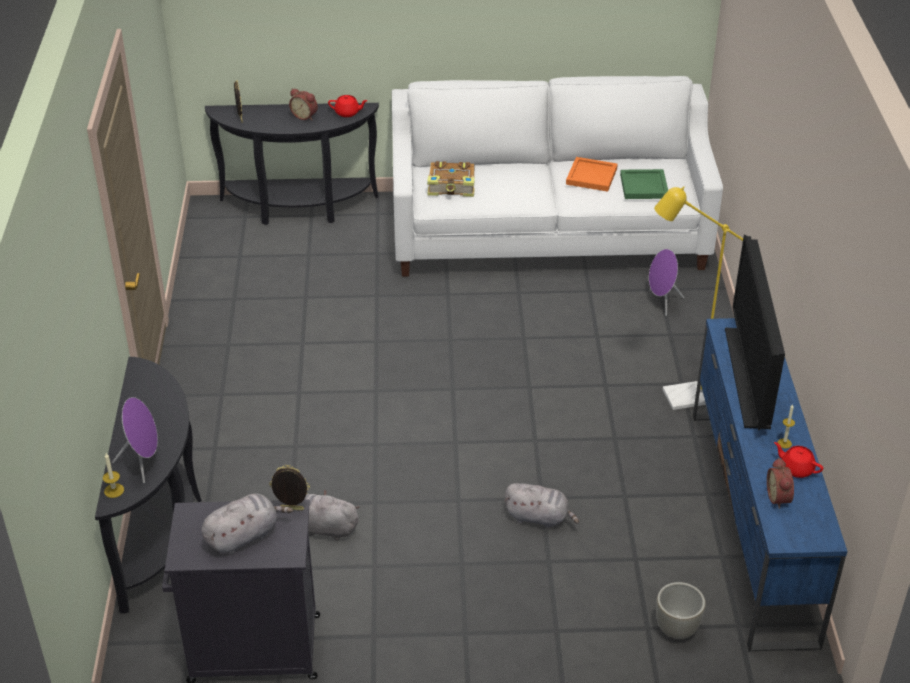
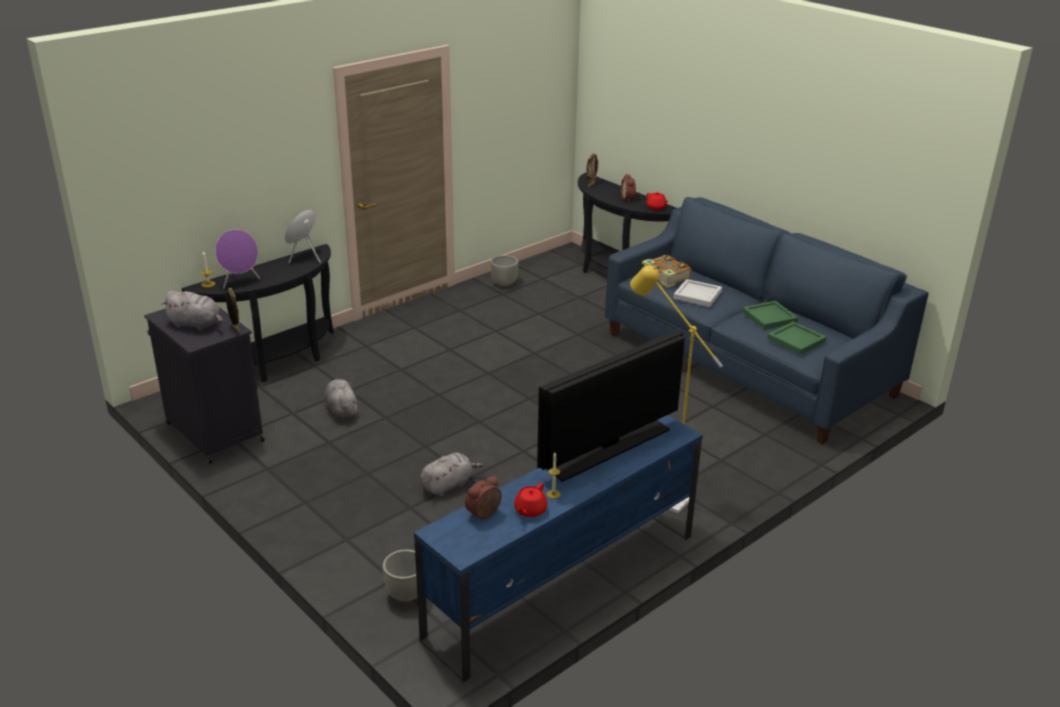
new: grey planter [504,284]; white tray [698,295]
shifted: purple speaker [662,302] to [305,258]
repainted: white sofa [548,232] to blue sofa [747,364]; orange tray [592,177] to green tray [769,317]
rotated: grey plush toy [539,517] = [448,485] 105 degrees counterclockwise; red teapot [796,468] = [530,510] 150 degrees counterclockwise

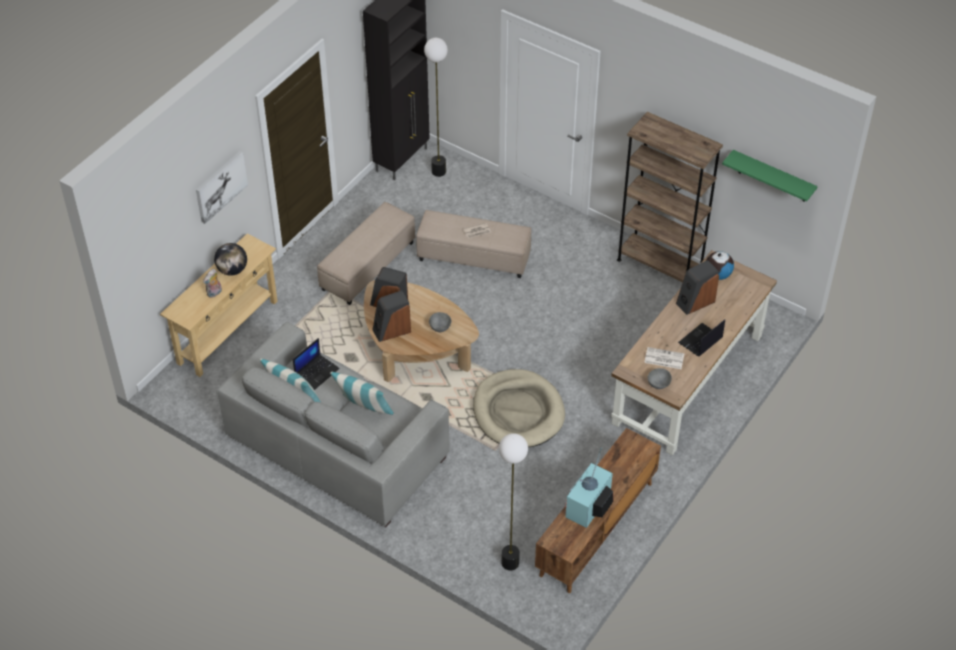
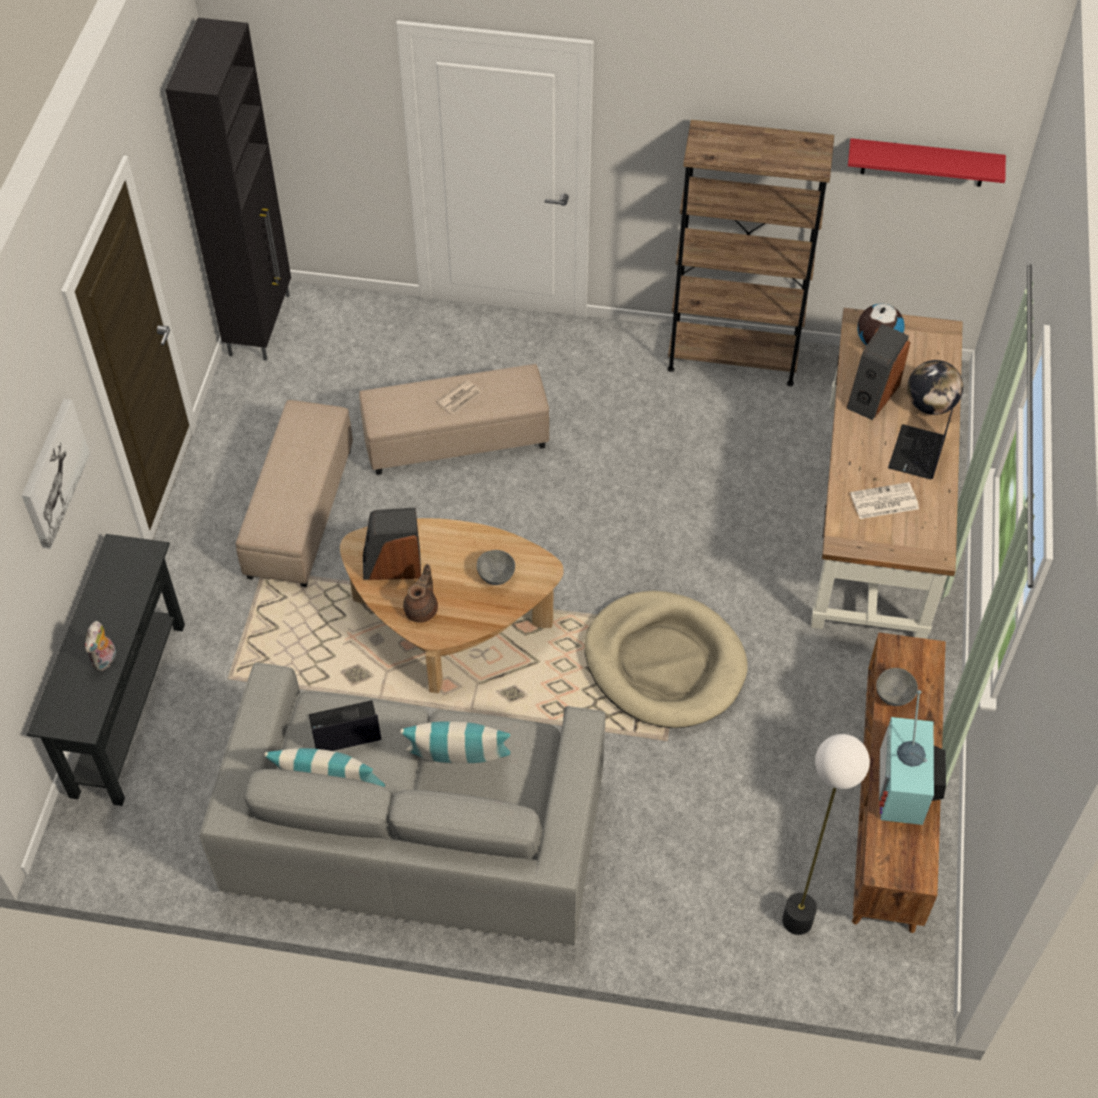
gone: floor lamp [438,171]
shifted: globe [232,270] to [930,405]; grey bowl [659,384] to [894,695]
swapped: speaker [391,330] to brown teapot [422,609]
repainted: beige console table [227,331] to black console table [128,708]; green shelf [773,177] to red shelf [924,162]
rotated: laptop [317,372] = [344,729] 120 degrees counterclockwise

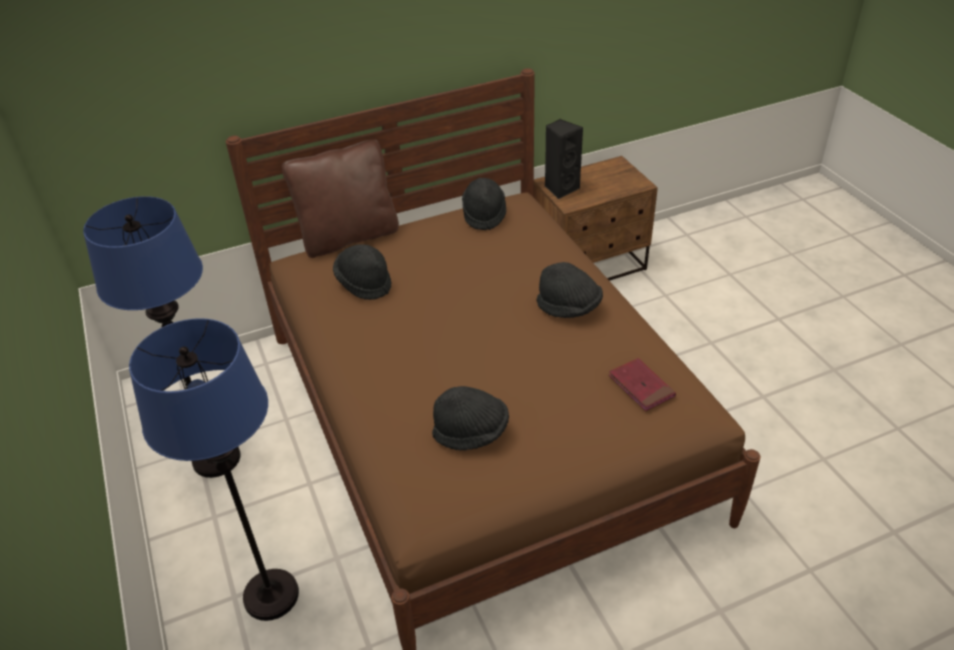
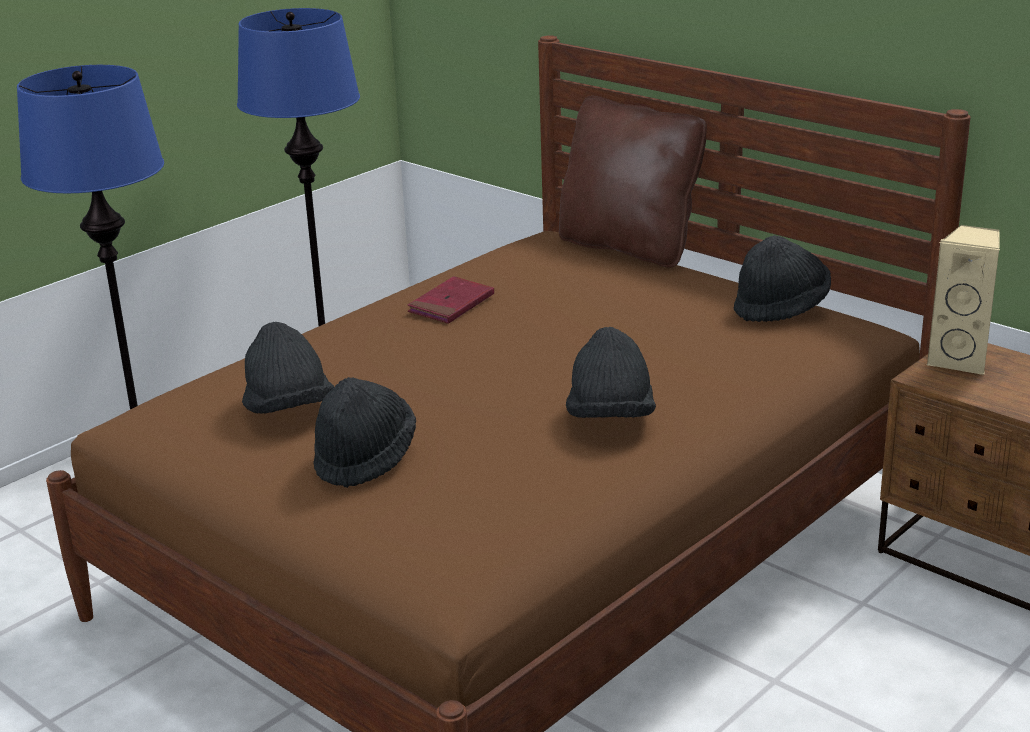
shifted: black hat [364,283] to [365,459]; red book [641,386] to [451,304]
repainted: black speaker [561,188] to beige speaker [960,360]

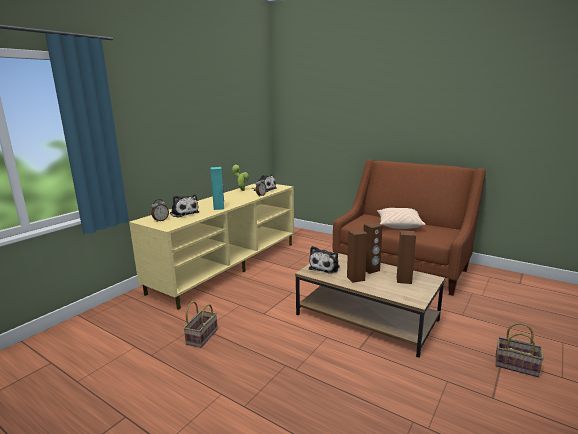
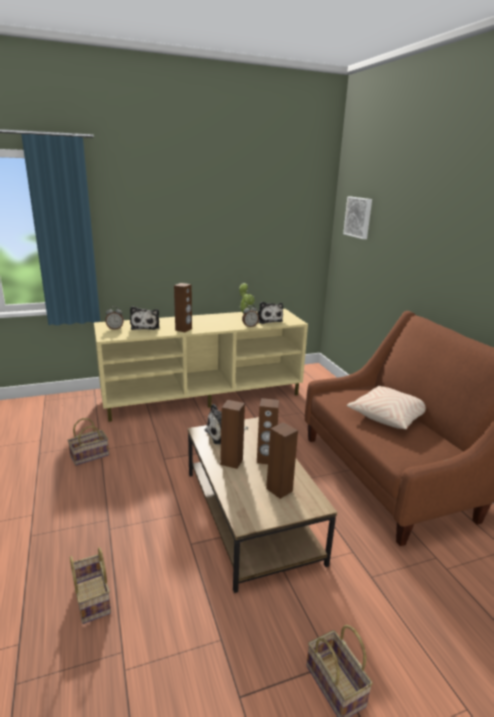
new: basket [91,598]; picture [359,217]
repainted: turquoise speaker [219,208] to brown speaker [184,329]

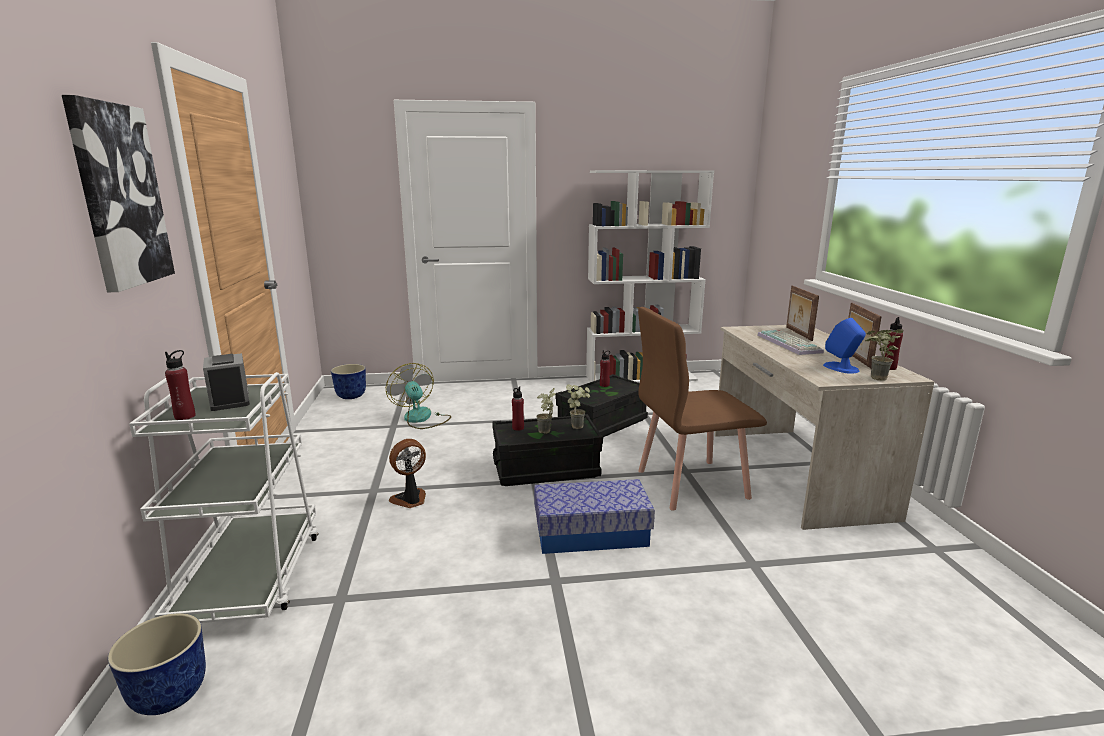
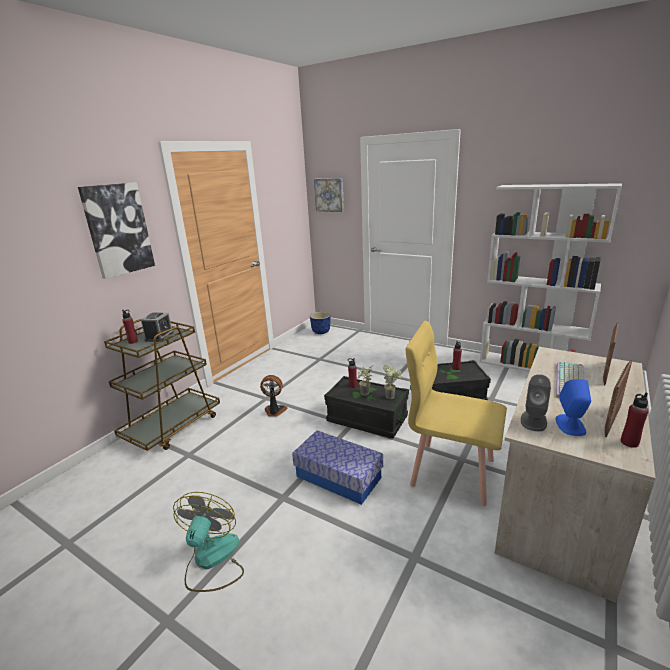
gone: planter [168,697]; potted plant [875,379]
new: picture [329,195]; grey speaker [533,420]
shifted: fan [421,419] to [212,560]
repainted: white cart [251,577] to brown cart [173,426]; brown chair [690,484] to yellow chair [452,471]

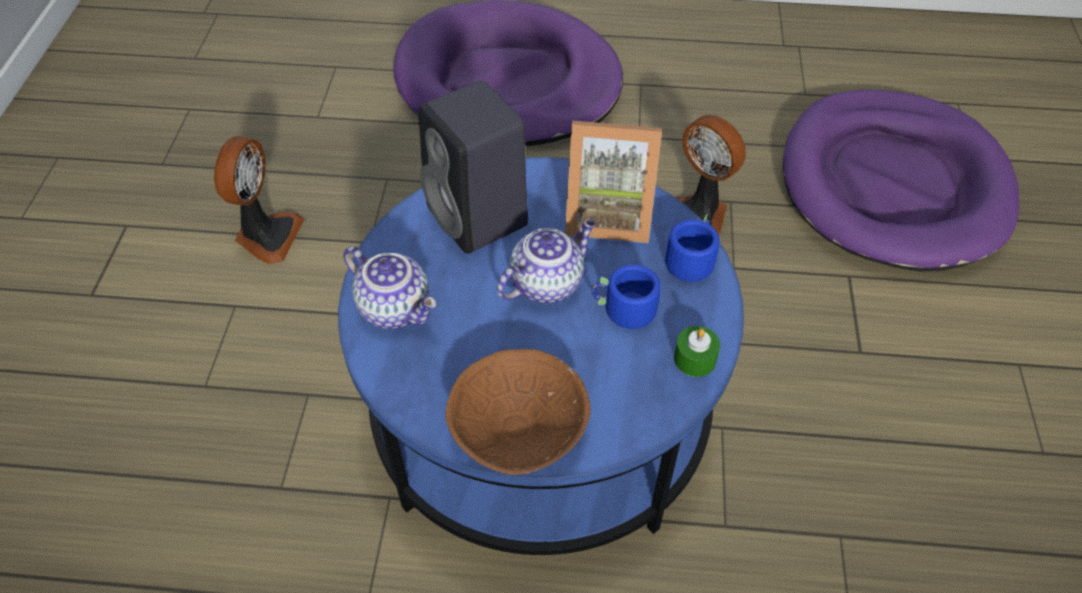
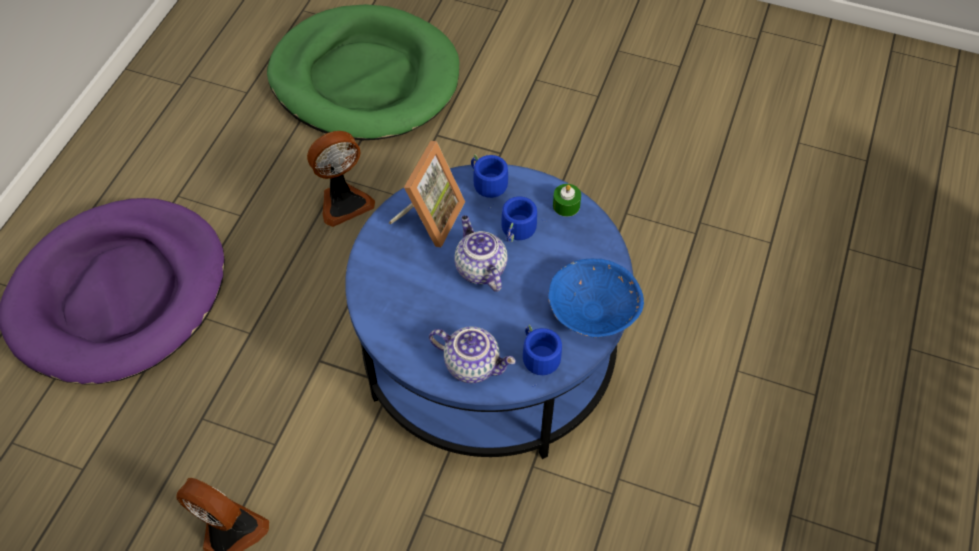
gone: black speaker [480,218]
new: blue mug [536,357]
repainted: brown bowl [519,426] to blue bowl [592,309]; purple dog bed [893,185] to green dog bed [365,78]
rotated: teapot [396,308] = [473,364] 60 degrees clockwise

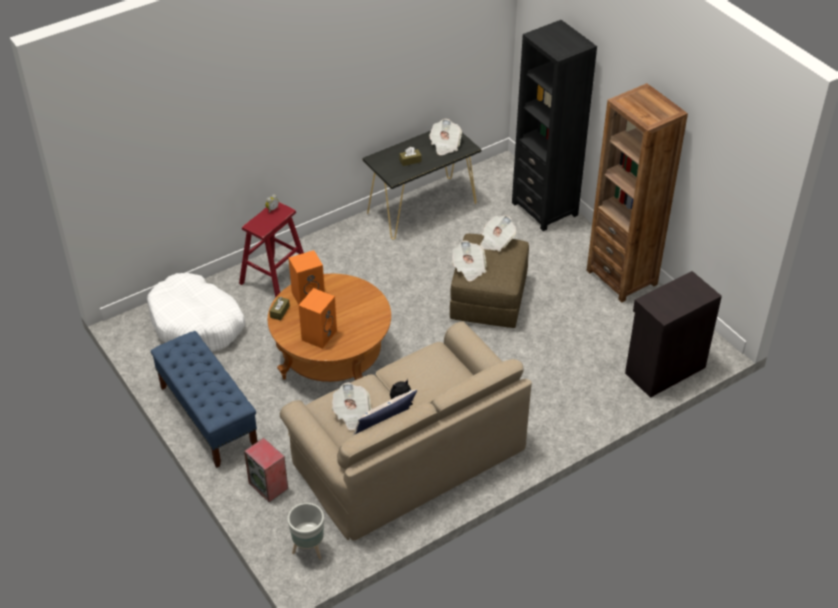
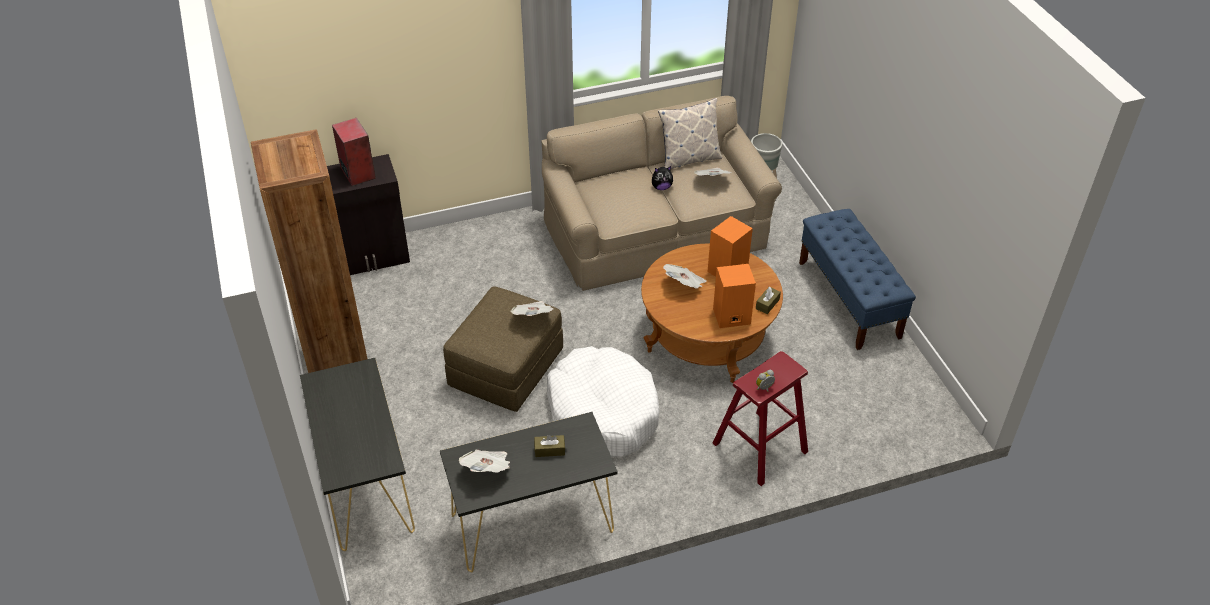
shifted: white dog bed [197,323] to [603,411]; speaker [269,486] to [357,173]; newspaper [496,241] to [684,284]
swapped: black bookcase [545,209] to black console table [365,483]

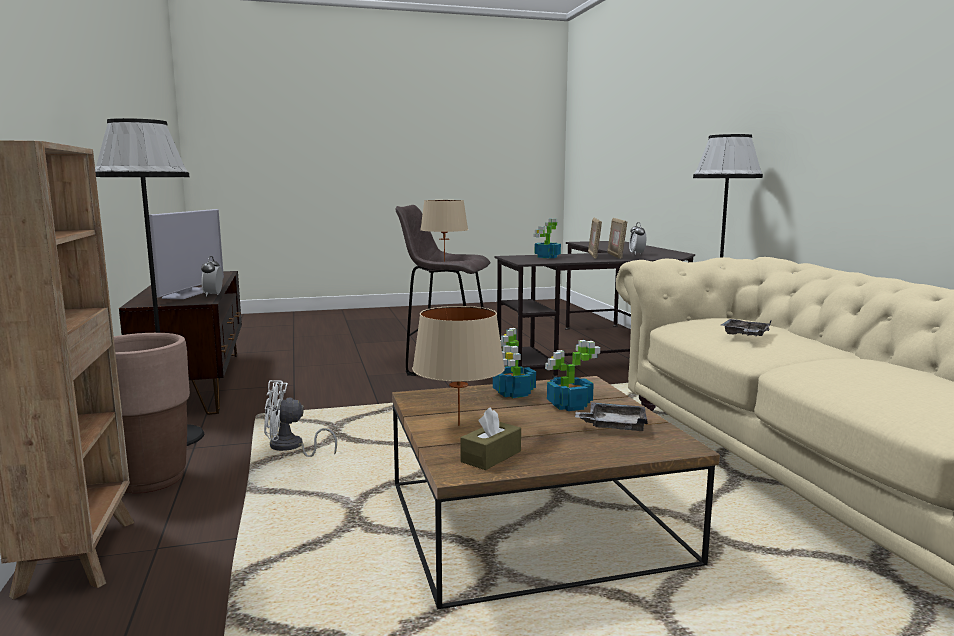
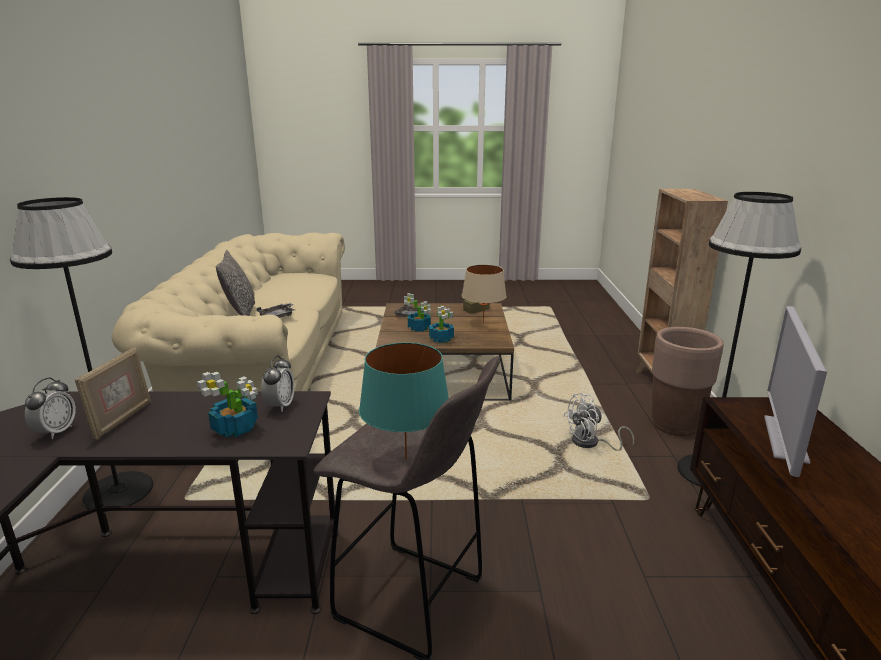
gone: picture frame [594,256]
new: pillow [241,314]
shifted: alarm clock [213,295] to [280,406]
repainted: beige table lamp [444,261] to turquoise table lamp [406,459]
rotated: white fan [291,448] = [591,444] 150 degrees clockwise

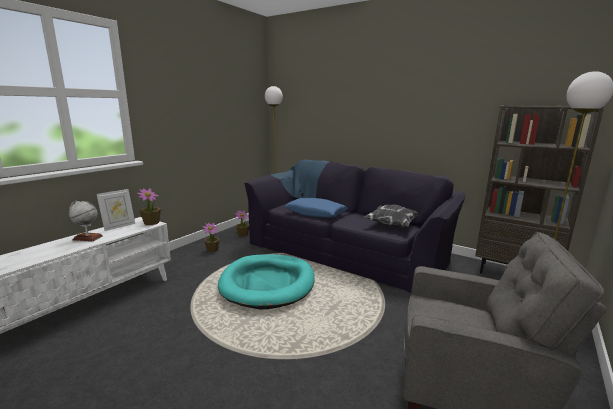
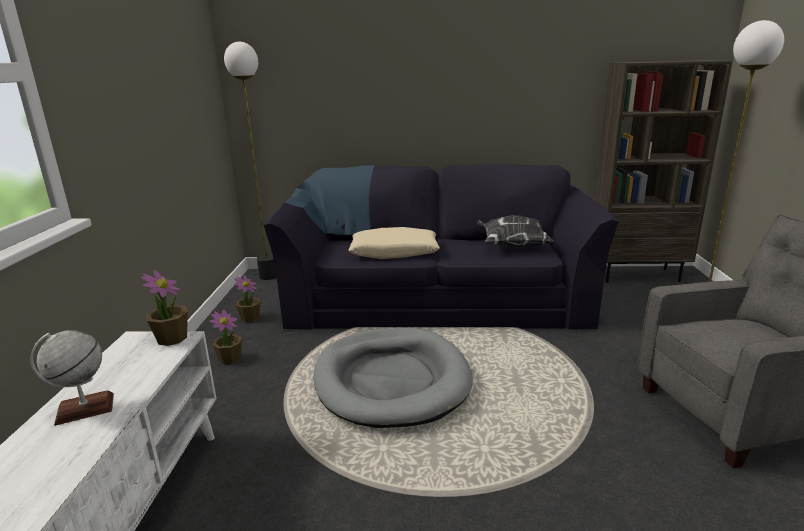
gone: picture frame [119,226]
repainted: turquoise dog bed [268,283] to grey dog bed [391,380]; blue pillow [315,213] to beige pillow [394,252]

